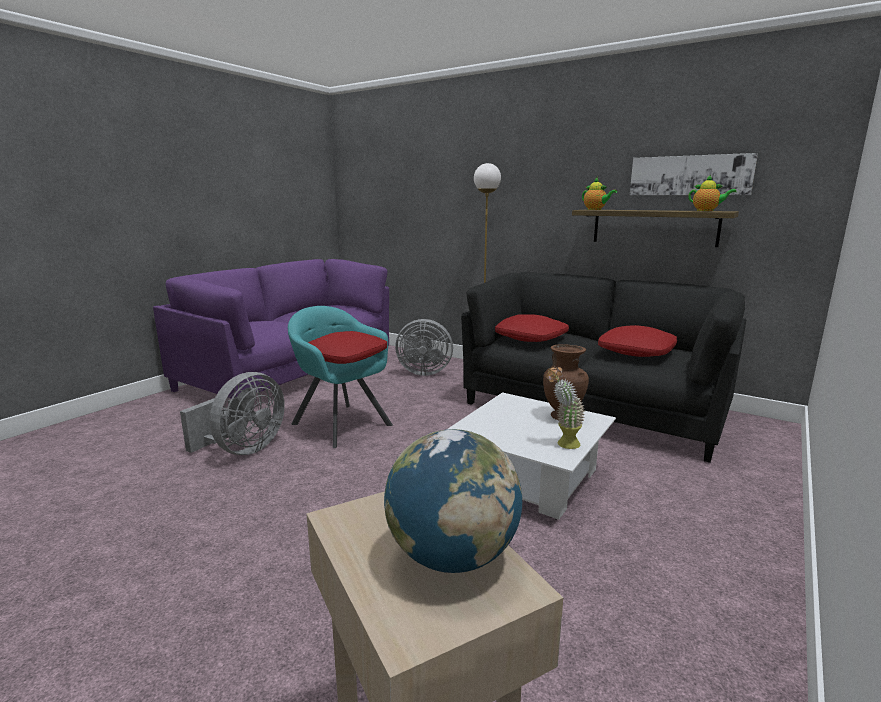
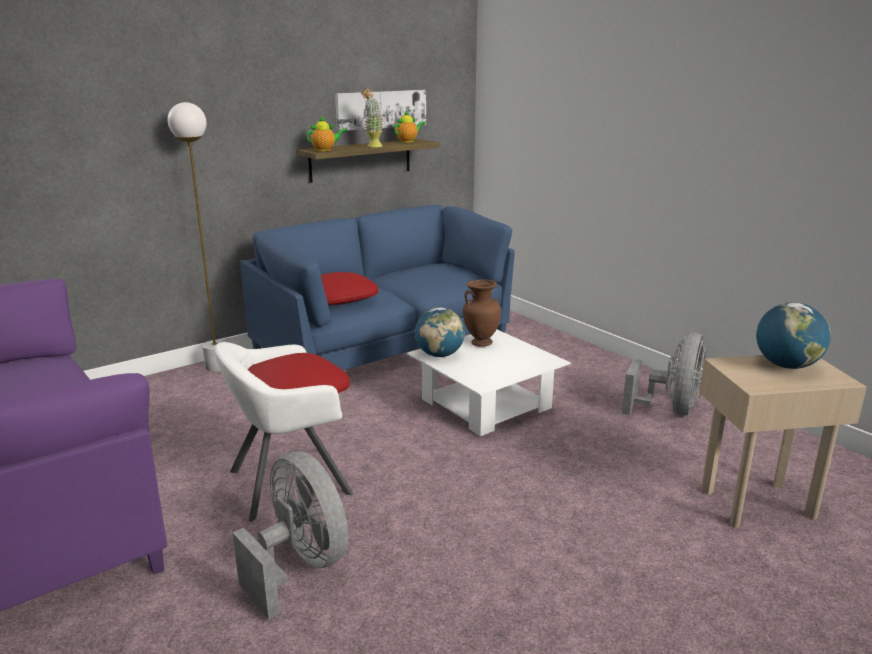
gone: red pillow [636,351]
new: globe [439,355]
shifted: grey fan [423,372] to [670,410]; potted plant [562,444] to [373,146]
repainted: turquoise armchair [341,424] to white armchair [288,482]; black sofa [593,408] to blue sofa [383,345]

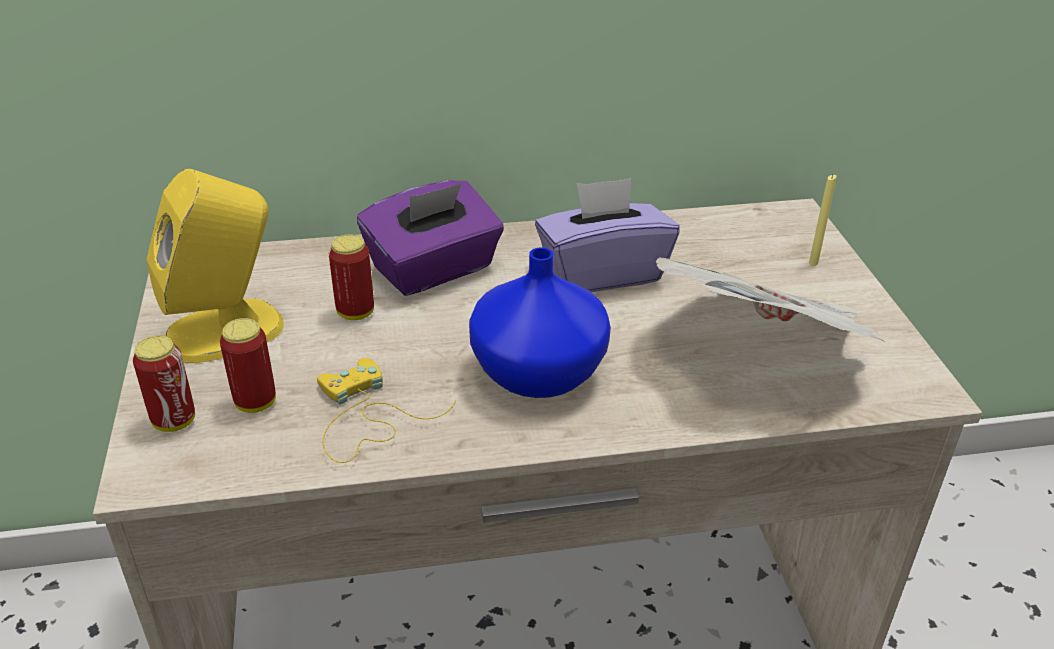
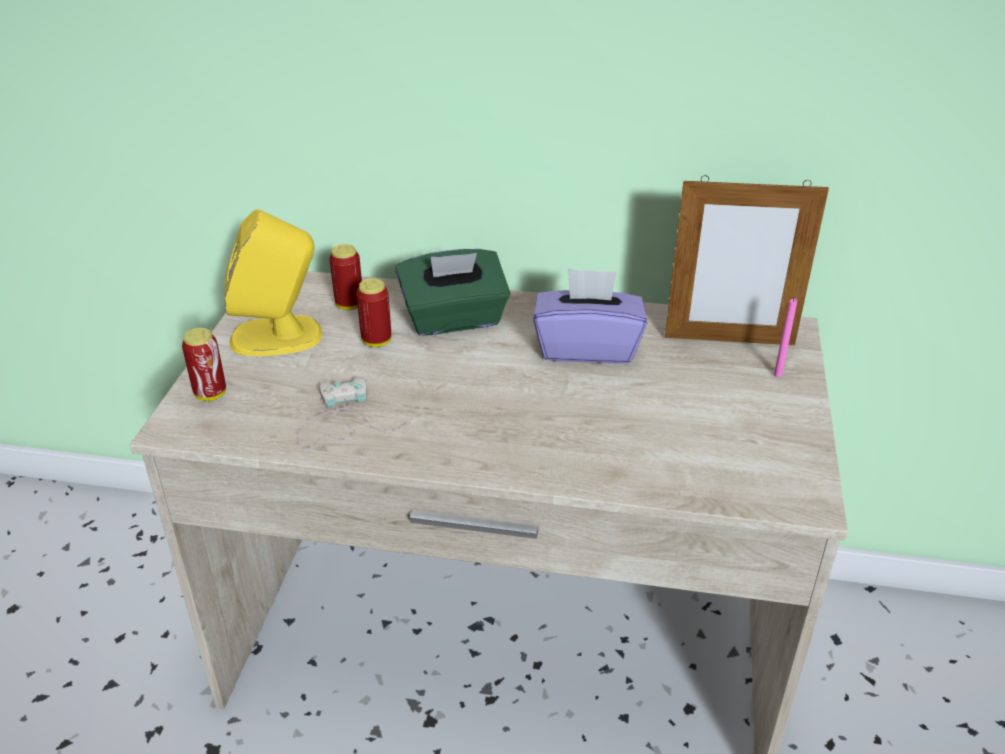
gone: blue vase [539,375]; newspaper [767,347]
new: picture frame [729,340]
shifted: can [255,402] to [349,305]
repainted: yellow game controller [366,416] to white game controller [342,420]; purple tissue box [434,269] to green tissue box [454,319]; yellow candle [813,263] to pink candle [778,374]

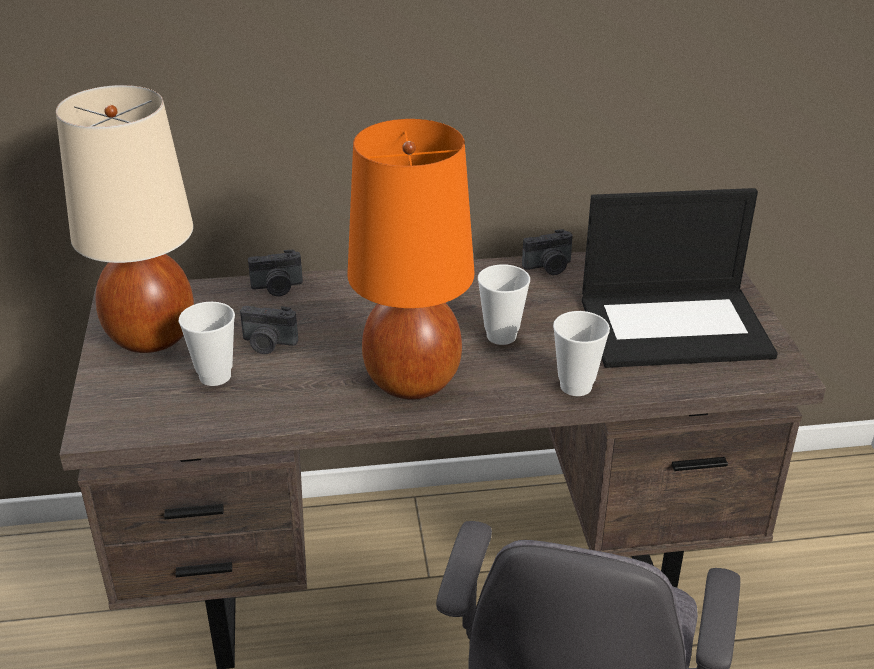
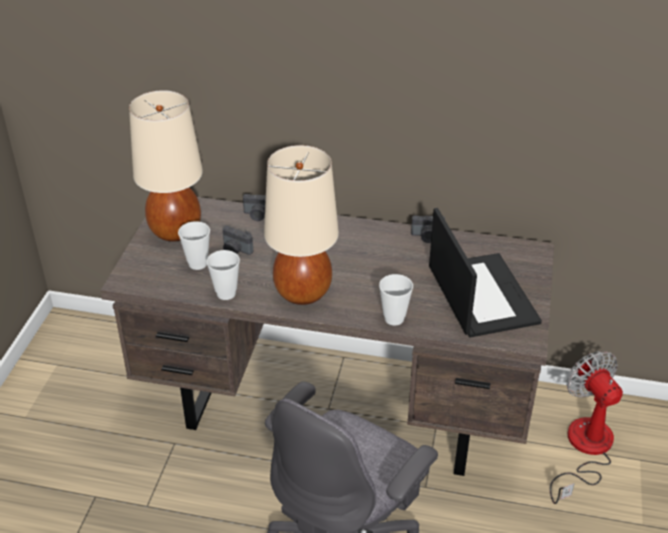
new: fan [584,449]
shifted: cup [501,336] to [226,293]
repainted: orange table lamp [411,380] to beige table lamp [302,292]
rotated: laptop [676,326] = [480,294] 120 degrees counterclockwise

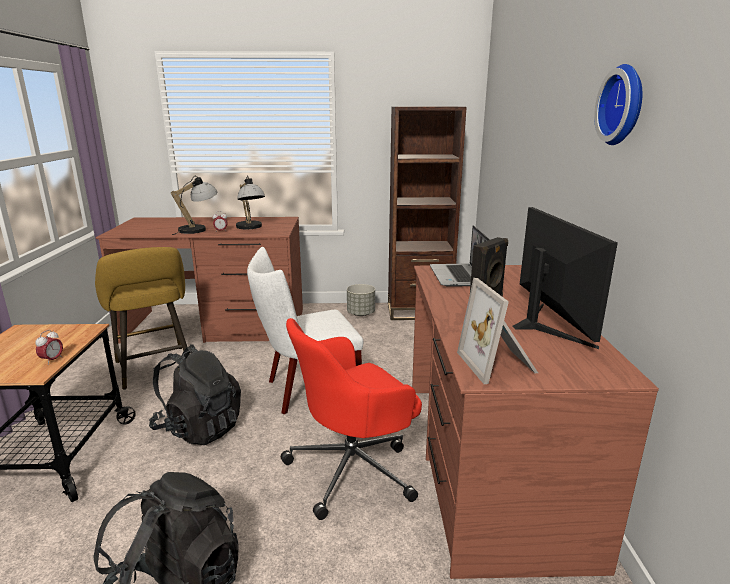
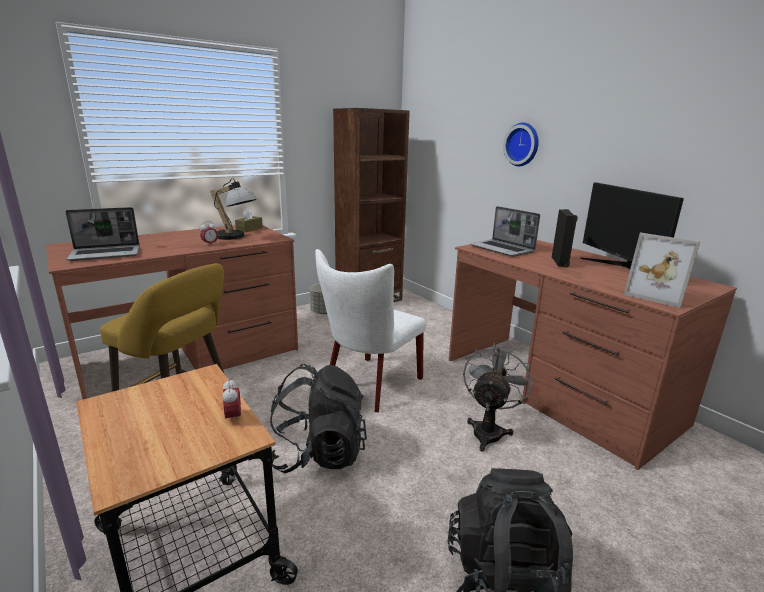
gone: table lamp [198,229]
new: laptop [106,254]; brown tissue box [249,229]
shifted: wall clock [624,105] to [523,144]
swapped: red office chair [353,469] to grey fan [489,430]
rotated: monitor [545,325] = [620,268] 150 degrees counterclockwise

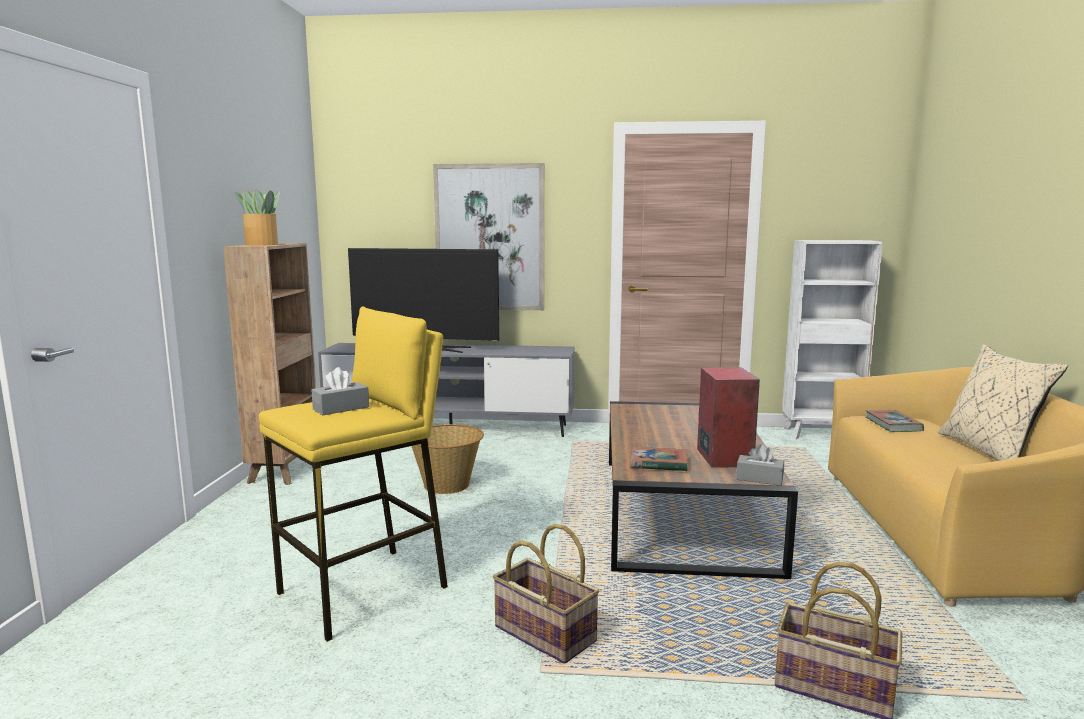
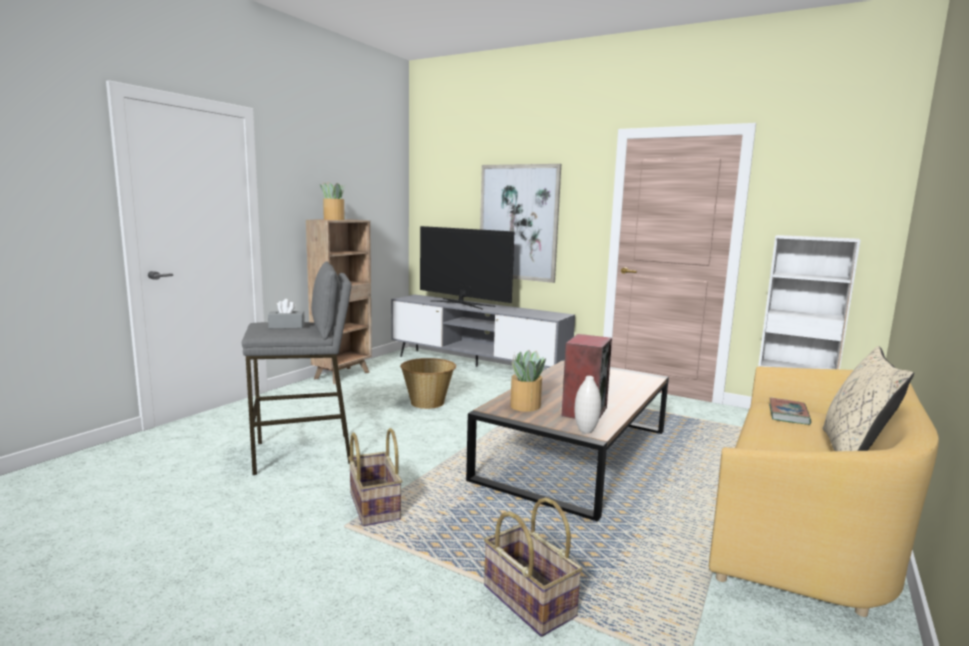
swapped: book [658,463] to potted plant [524,406]; grey tissue box [759,478] to white vase [586,431]
repainted: yellow stool [364,591] to grey stool [304,453]

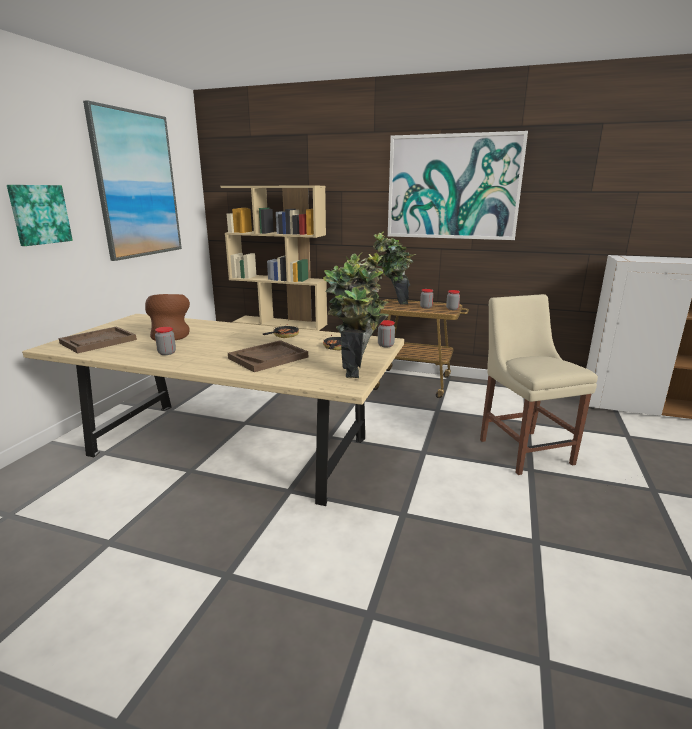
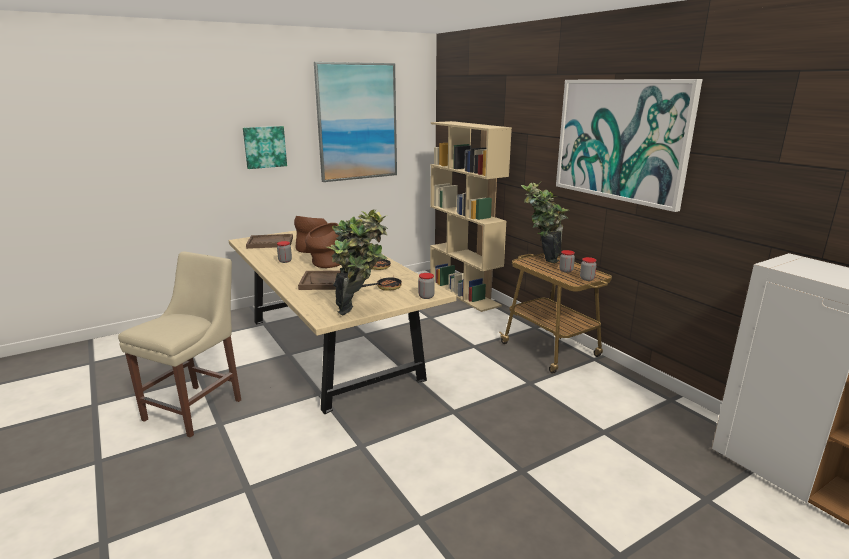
new: brown vase [325,264]
shifted: beige chair [523,449] to [197,407]

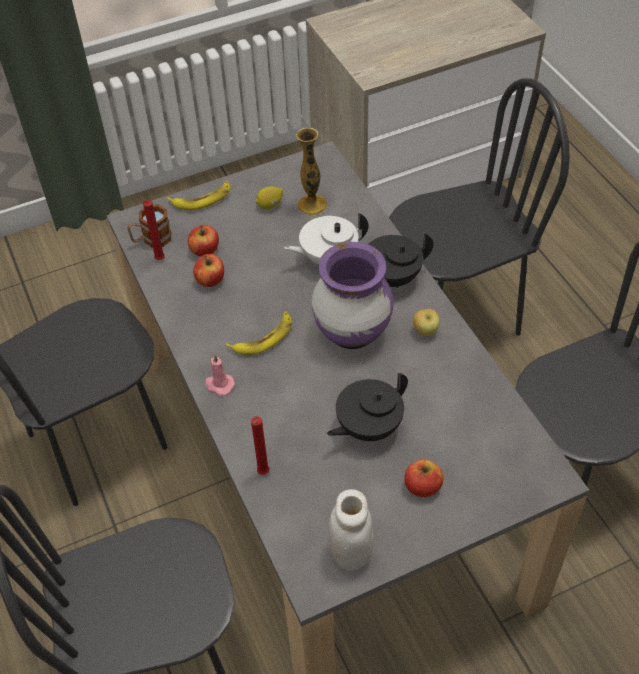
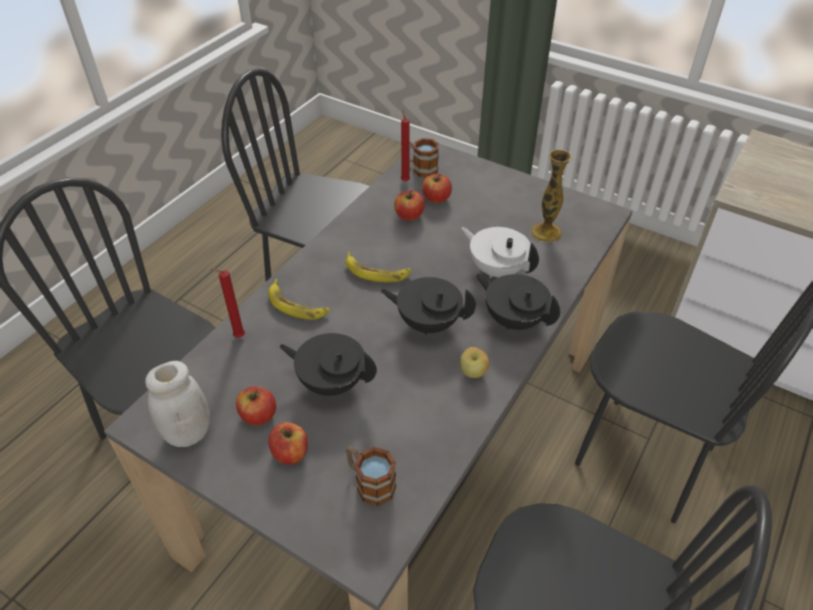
gone: pink candle [219,385]; lemon [270,205]
new: apple [258,415]; mug [369,482]
shifted: banana [202,199] to [297,305]
swapped: purple vase [352,332] to black teapot [428,322]

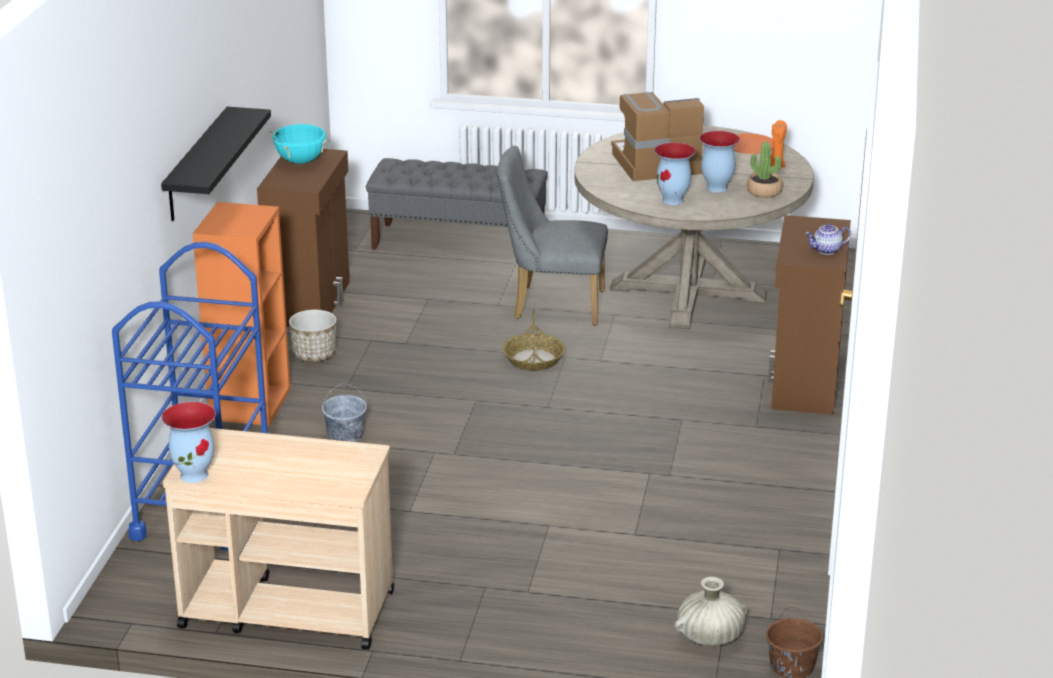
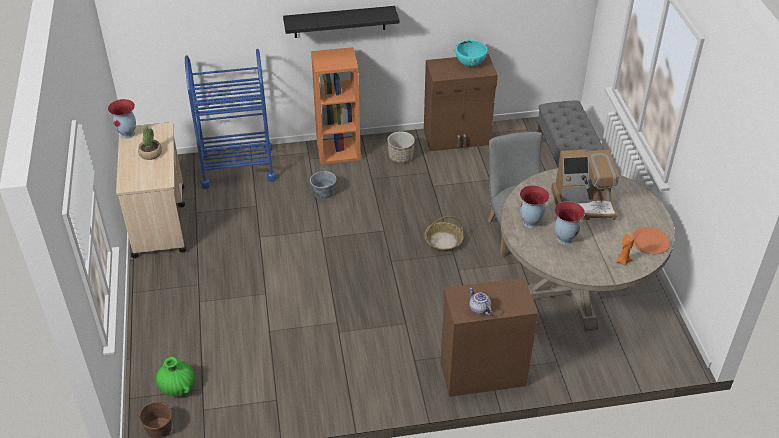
shifted: potted plant [764,192] to [150,153]
repainted: beige vase [710,637] to green vase [177,386]
rotated: coffee machine [657,164] = [583,203] 120 degrees clockwise

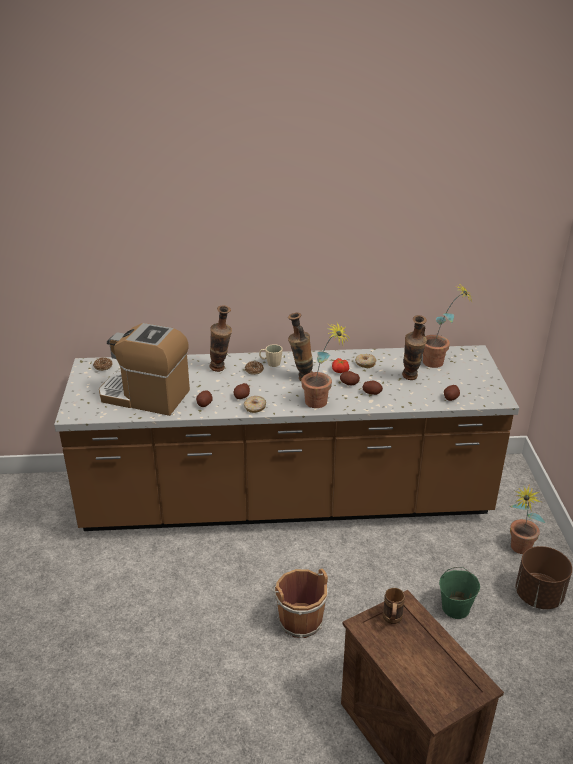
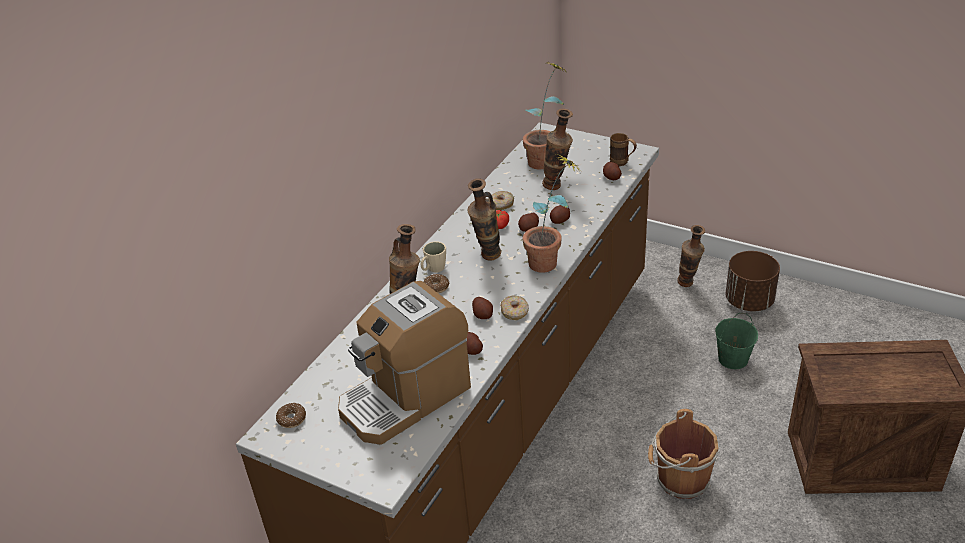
shifted: brown mug [392,620] to [622,163]
swapped: potted plant [518,550] to vase [688,285]

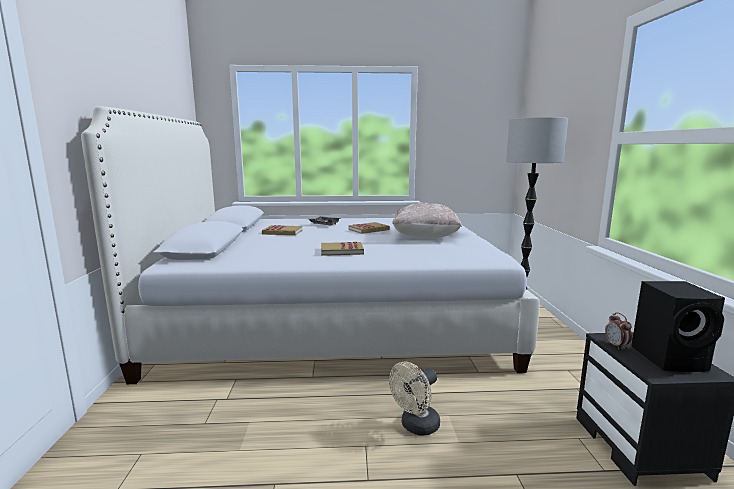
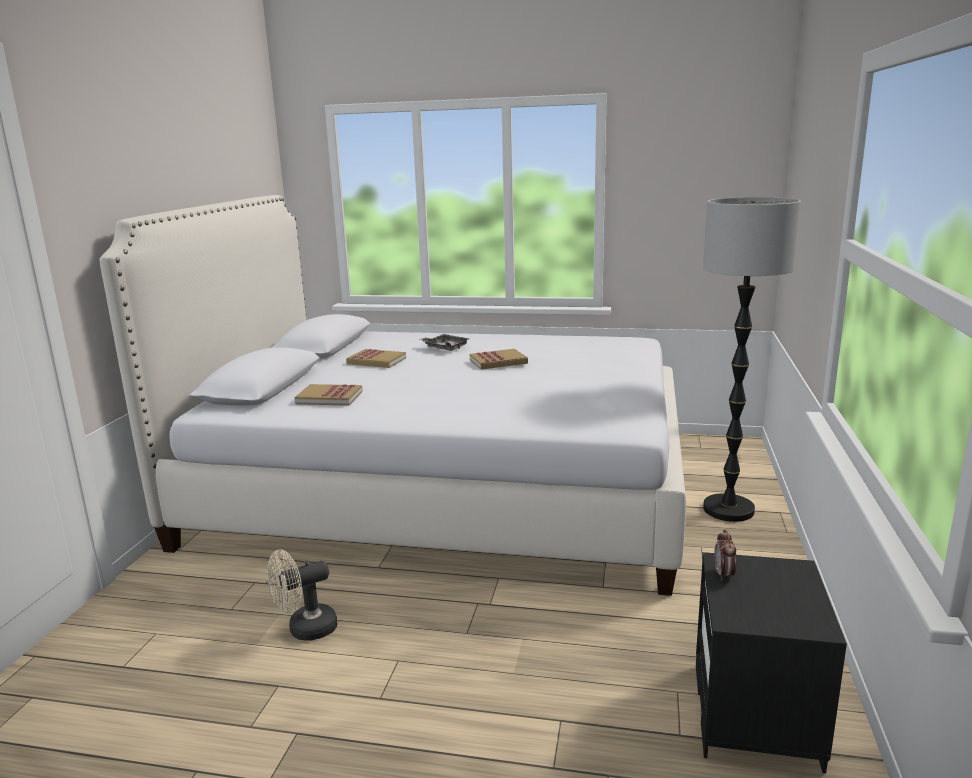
gone: beige pillow [425,237]; black speaker [671,359]
shifted: book [341,251] to [329,397]; beige fan [416,427] to [305,630]

